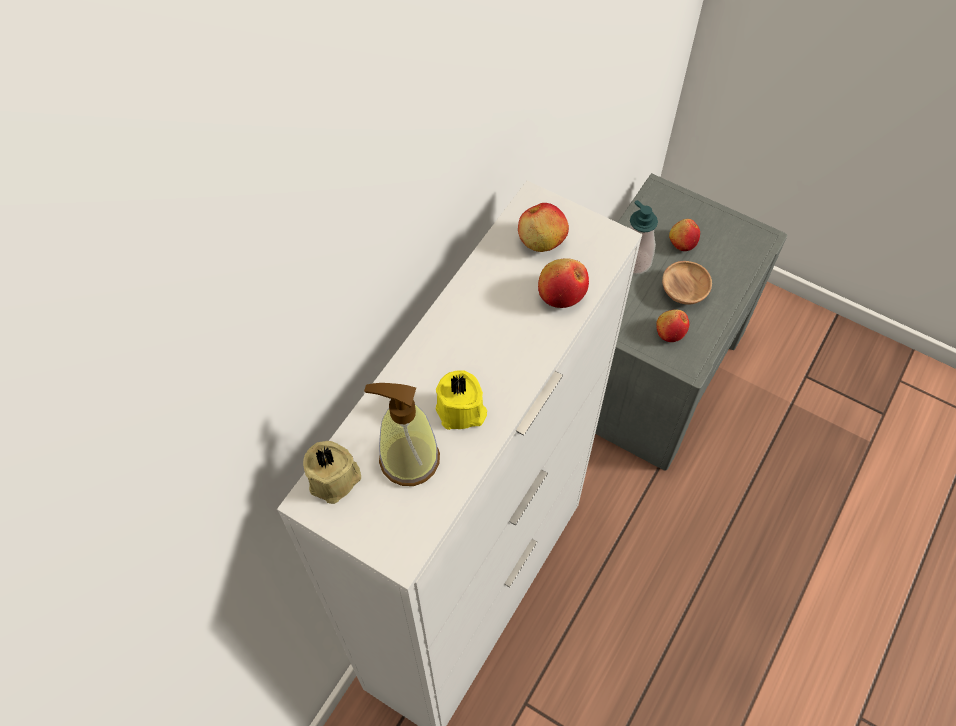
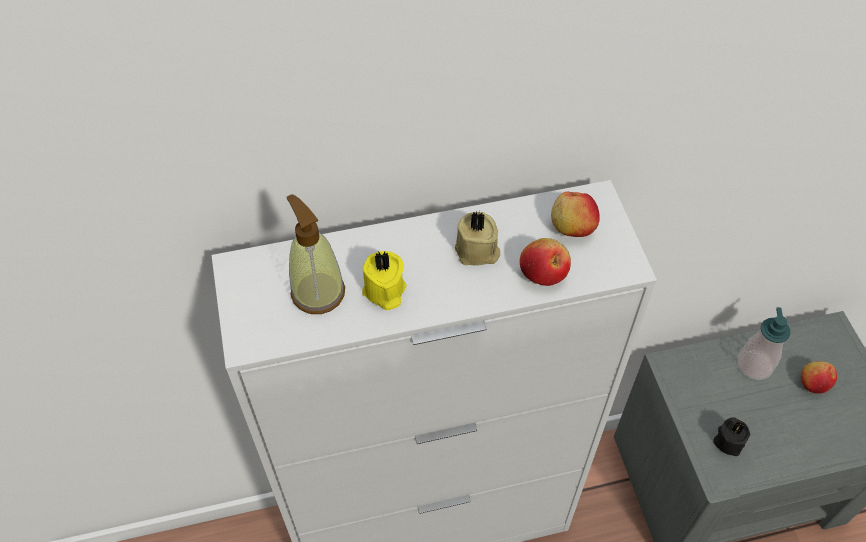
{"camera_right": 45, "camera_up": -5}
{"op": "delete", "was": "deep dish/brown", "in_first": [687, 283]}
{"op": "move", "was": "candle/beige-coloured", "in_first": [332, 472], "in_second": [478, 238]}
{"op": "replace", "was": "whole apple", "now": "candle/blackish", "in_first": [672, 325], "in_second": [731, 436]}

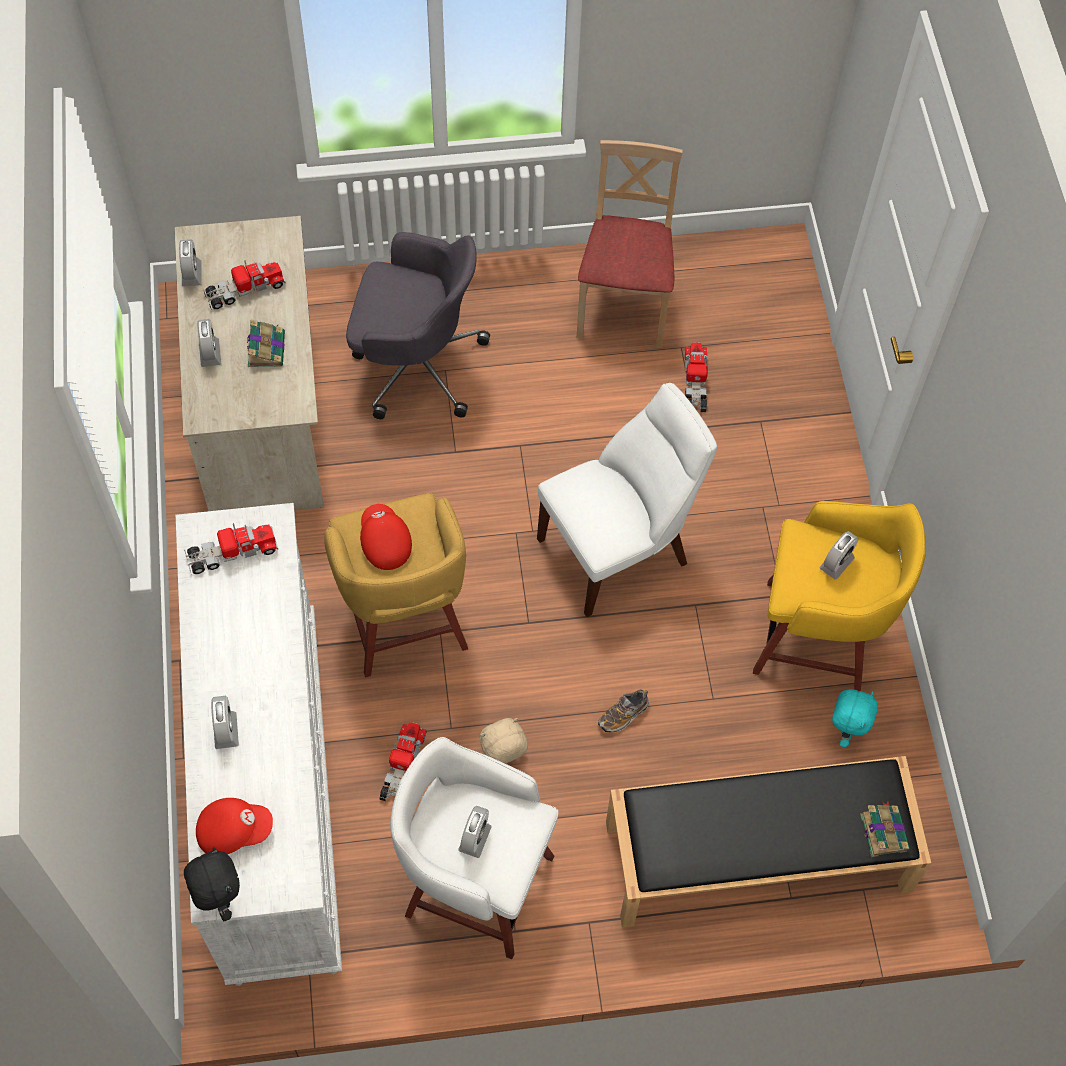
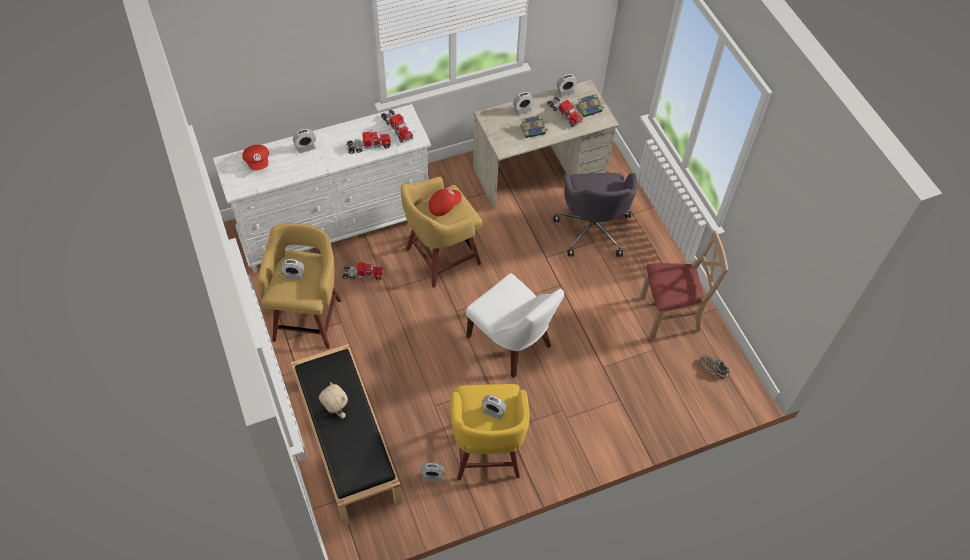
{"camera_right": 75, "camera_up": -5}
{"op": "delete", "was": "cuddly toy/blackish", "in_first": [212, 883]}
{"op": "move", "was": "cuddly toy/beige-coloured", "in_first": [504, 741], "in_second": [333, 400]}
{"op": "move", "was": "shoe", "in_first": [623, 711], "in_second": [715, 367]}
{"op": "move", "was": "model truck", "in_first": [696, 377], "in_second": [368, 142]}
{"op": "move", "was": "bound book", "in_first": [885, 829], "in_second": [589, 105]}
{"op": "replace", "was": "cuddly toy/turquoise", "now": "bedside clock", "in_first": [854, 718], "in_second": [433, 472]}
{"op": "recolor", "was": "sitting stool/white", "now": "sitting stool/yellowish", "in_first": [474, 848], "in_second": [300, 286]}

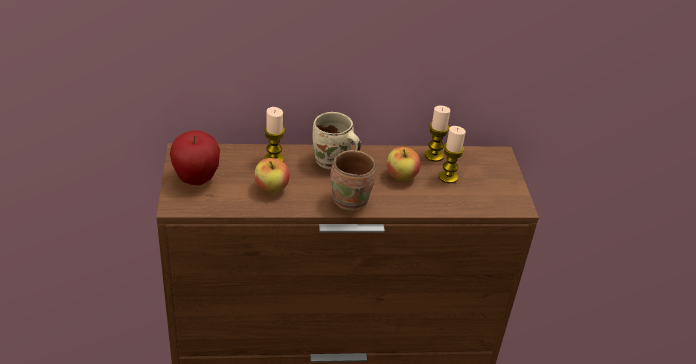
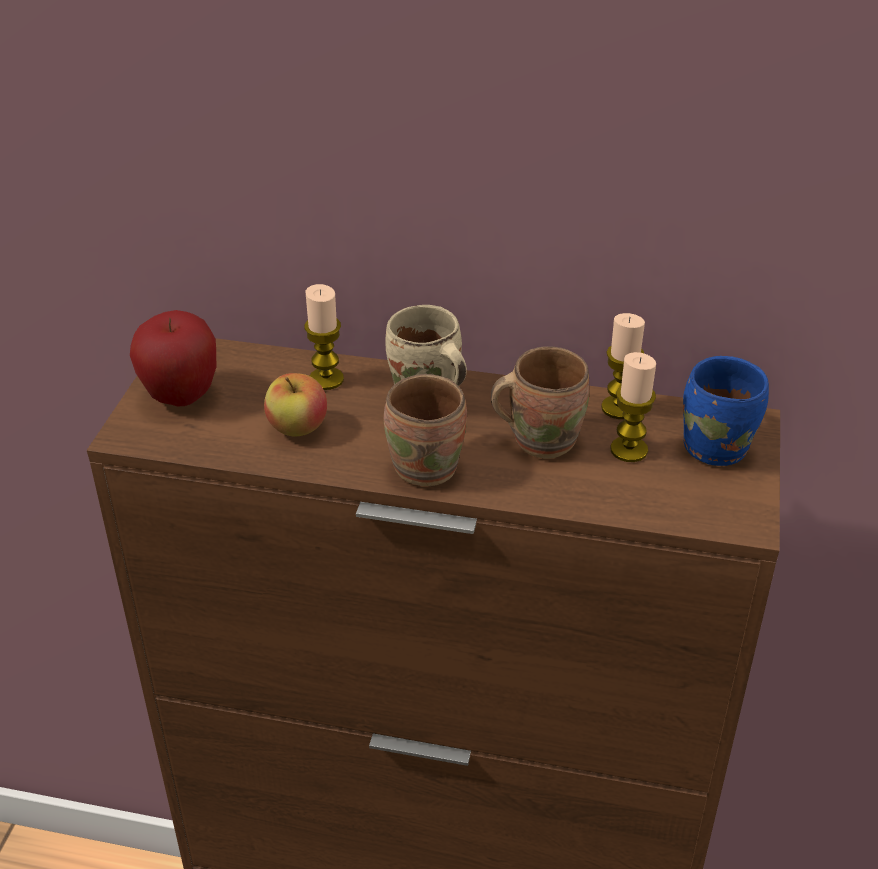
{"camera_right": 20, "camera_up": 0}
{"op": "insert", "now": "mug/bluish", "in_second": [726, 411]}
{"op": "replace", "was": "whole apple", "now": "mug/brown", "in_first": [404, 164], "in_second": [540, 402]}

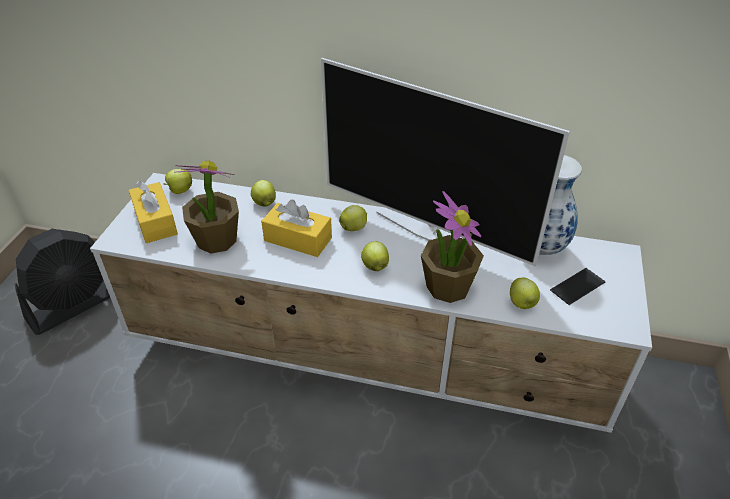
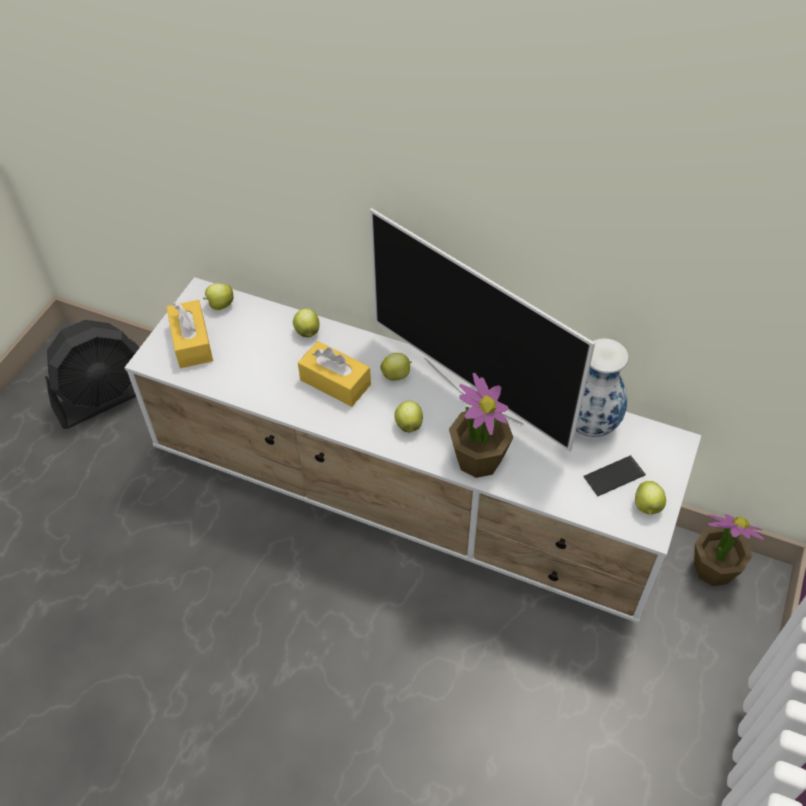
{"camera_right": 10, "camera_up": 10}
{"op": "move", "was": "potted plant", "in_first": [206, 207], "in_second": [729, 550]}
{"op": "move", "was": "whole apple", "in_first": [525, 293], "in_second": [650, 497]}

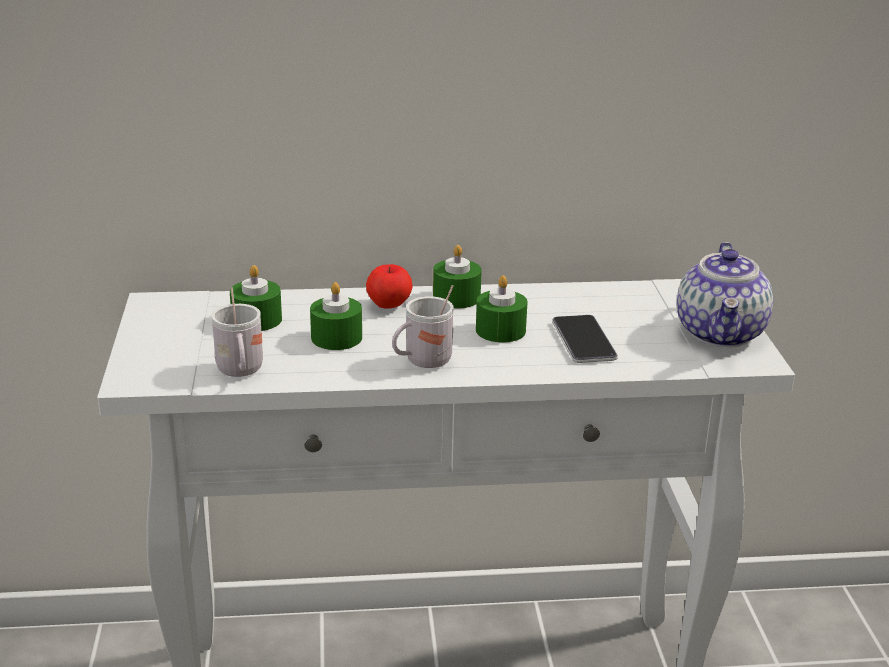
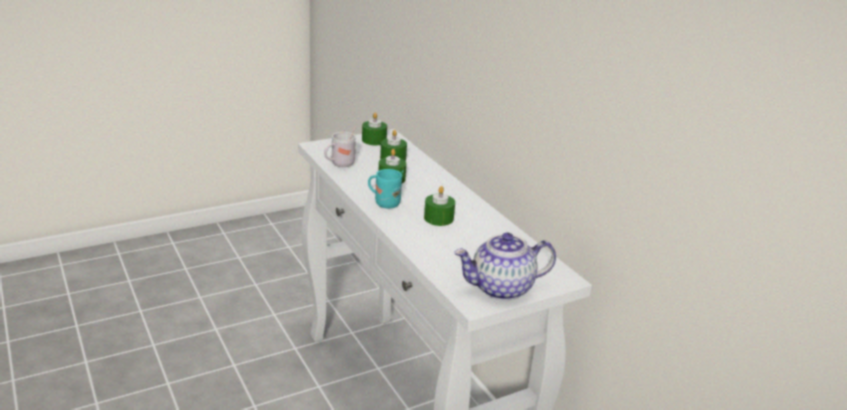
{"camera_right": 65, "camera_up": 0}
{"op": "delete", "was": "whole apple", "in_first": [389, 286]}
{"op": "delete", "was": "handset", "in_first": [585, 339]}
{"op": "move", "was": "candle/green", "in_first": [457, 276], "in_second": [374, 129]}
{"op": "recolor", "was": "mug/white", "now": "mug/turquoise", "in_first": [423, 326], "in_second": [385, 188]}

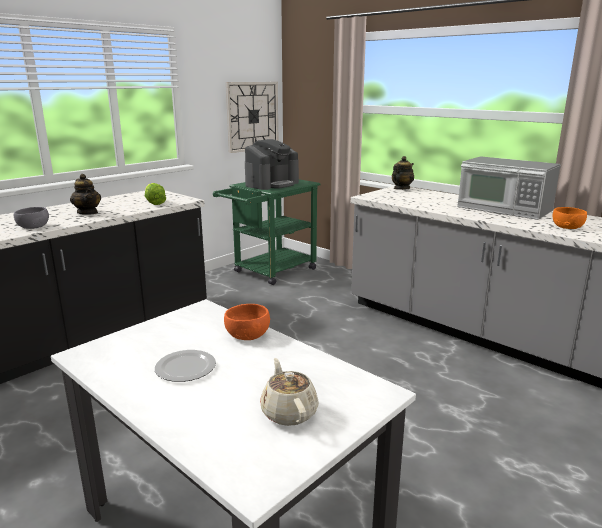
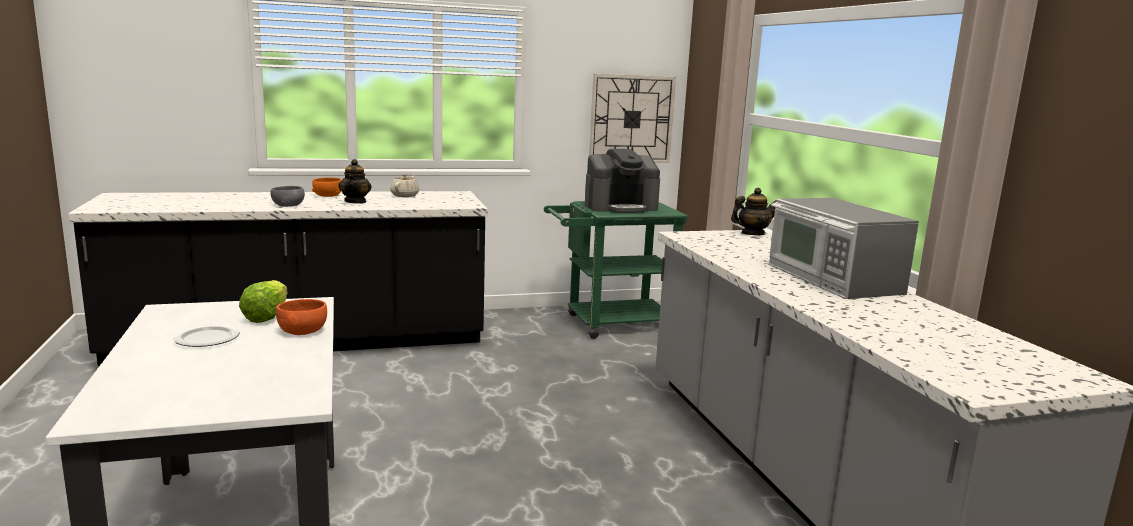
{"camera_right": 30, "camera_up": -5}
{"op": "move", "was": "head of lettuce", "in_first": [155, 194], "in_second": [263, 301]}
{"op": "move", "was": "teapot/beige-coloured", "in_first": [289, 392], "in_second": [404, 185]}
{"op": "move", "was": "deep dish/orangey", "in_first": [570, 218], "in_second": [326, 187]}

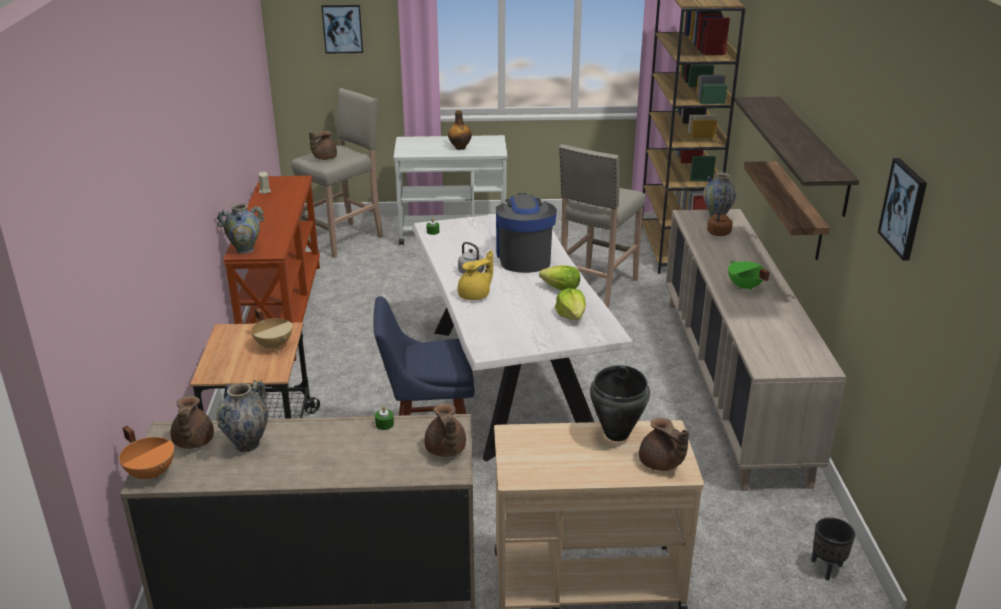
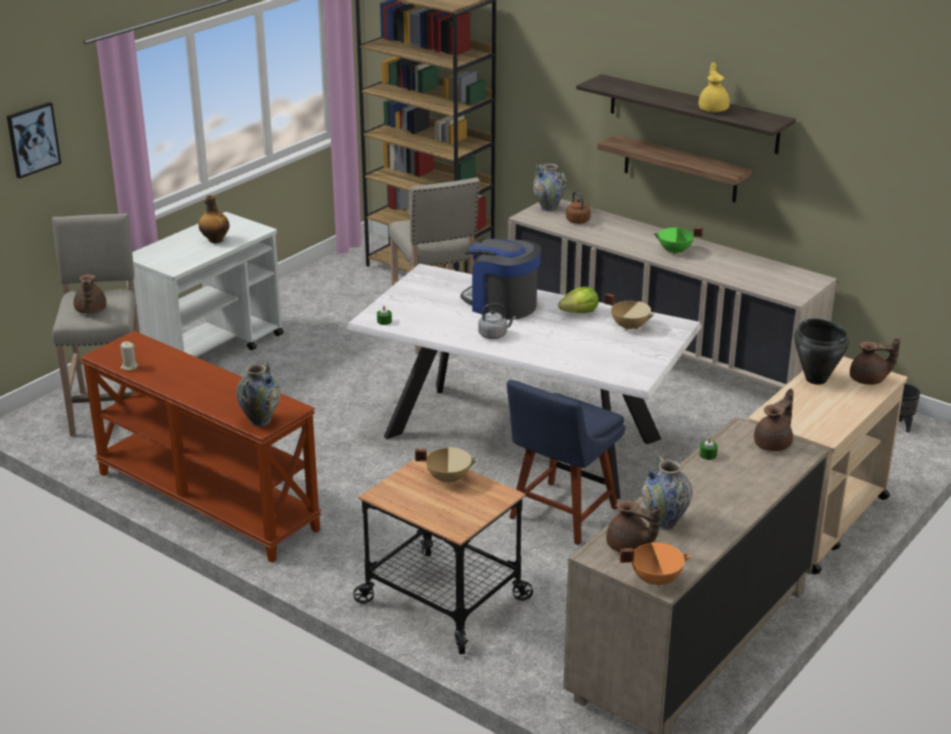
{"camera_right": -50, "camera_up": 0}
{"op": "delete", "was": "wall picture", "in_first": [902, 209]}
{"op": "move", "was": "teapot/yellowish", "in_first": [475, 275], "in_second": [714, 87]}
{"op": "replace", "was": "head of lettuce", "now": "cooking pot/beige-coloured", "in_first": [570, 304], "in_second": [629, 312]}
{"op": "rotate", "was": "teapot/brown", "in_first": [445, 430], "in_second": [774, 419], "clockwise": -75}

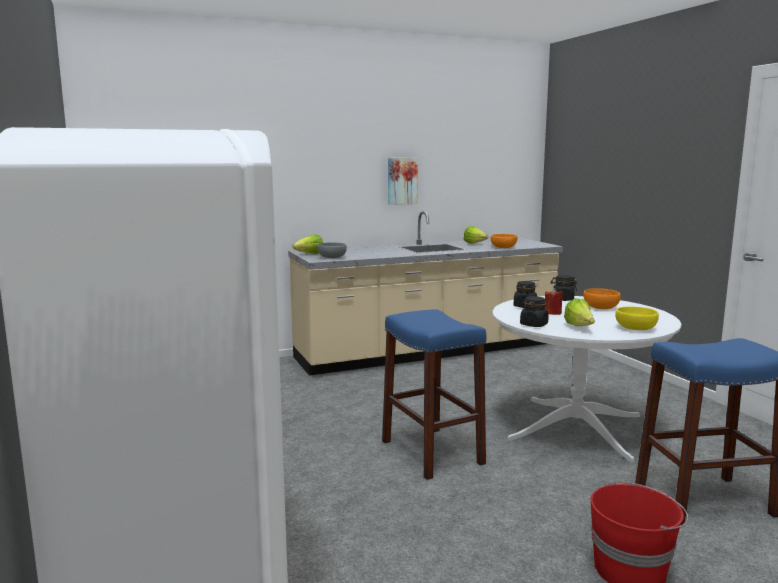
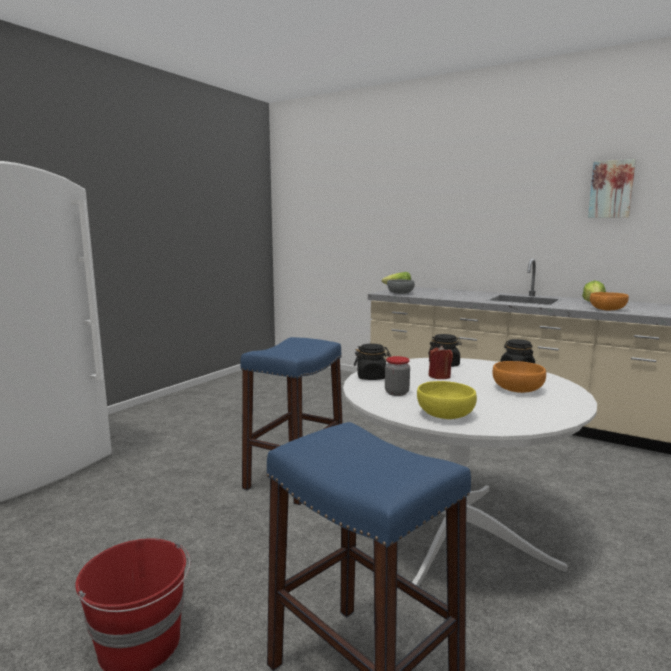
{"camera_right": 55, "camera_up": 0}
{"op": "move", "was": "wall picture", "in_first": [403, 181], "in_second": [612, 188]}
{"op": "replace", "was": "head of lettuce", "now": "storage jar", "in_first": [579, 312], "in_second": [397, 376]}

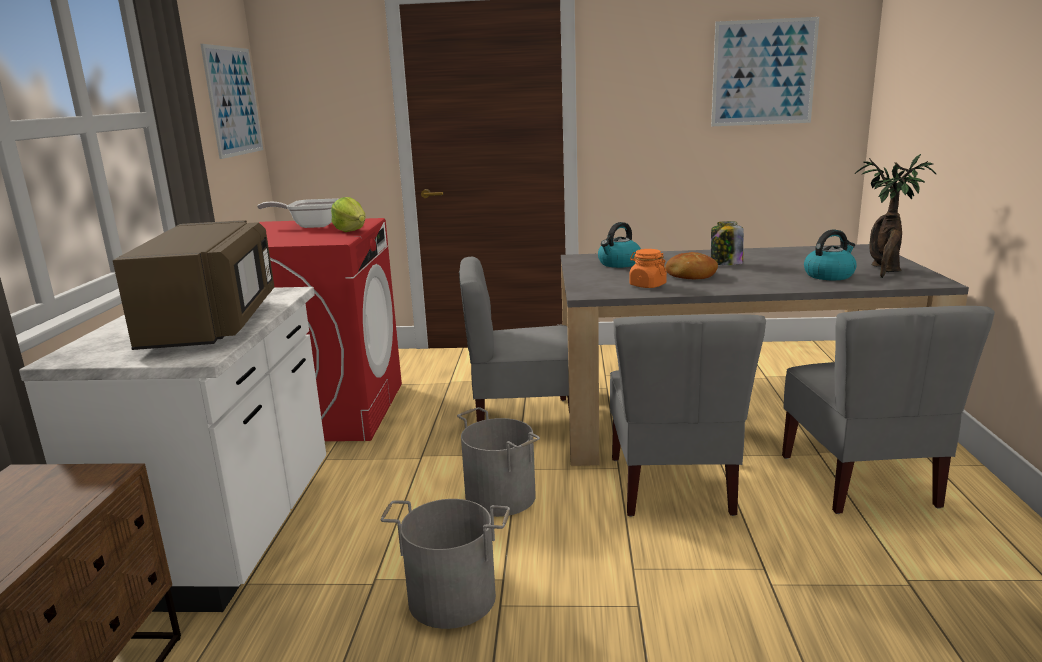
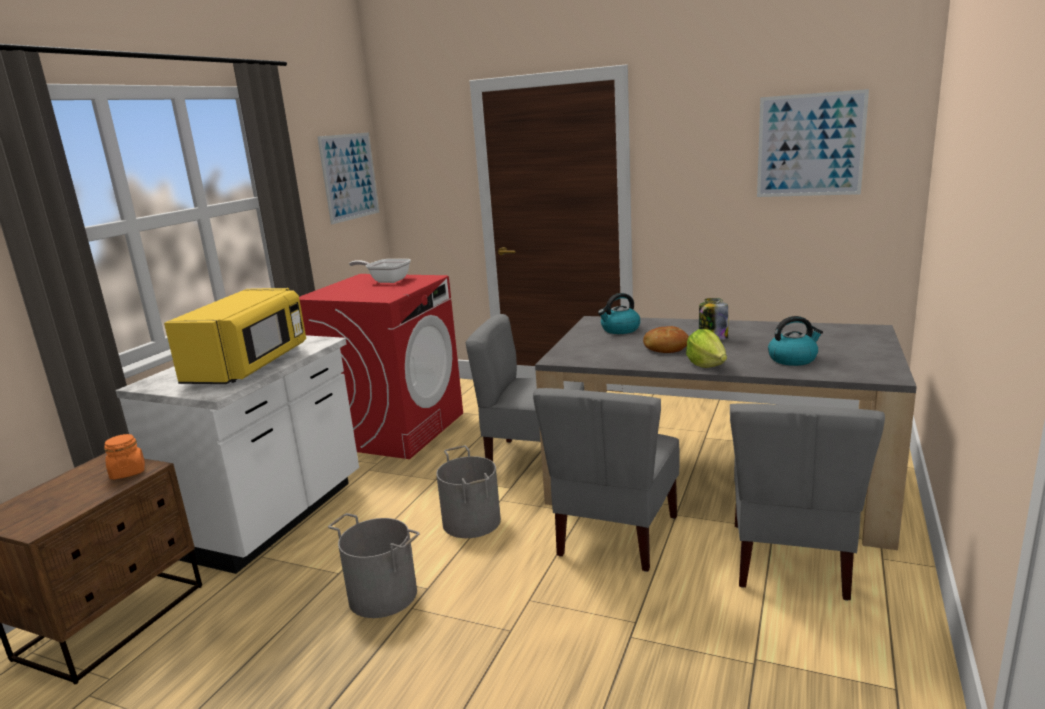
{"camera_right": 20, "camera_up": 0}
{"op": "delete", "was": "potted plant", "in_first": [895, 216]}
{"op": "move", "was": "head of lettuce", "in_first": [348, 214], "in_second": [706, 348]}
{"op": "move", "was": "storage jar/orangey", "in_first": [648, 268], "in_second": [124, 457]}
{"op": "recolor", "was": "microwave oven/brown", "now": "microwave oven/yellowish", "in_first": [193, 285], "in_second": [235, 336]}

